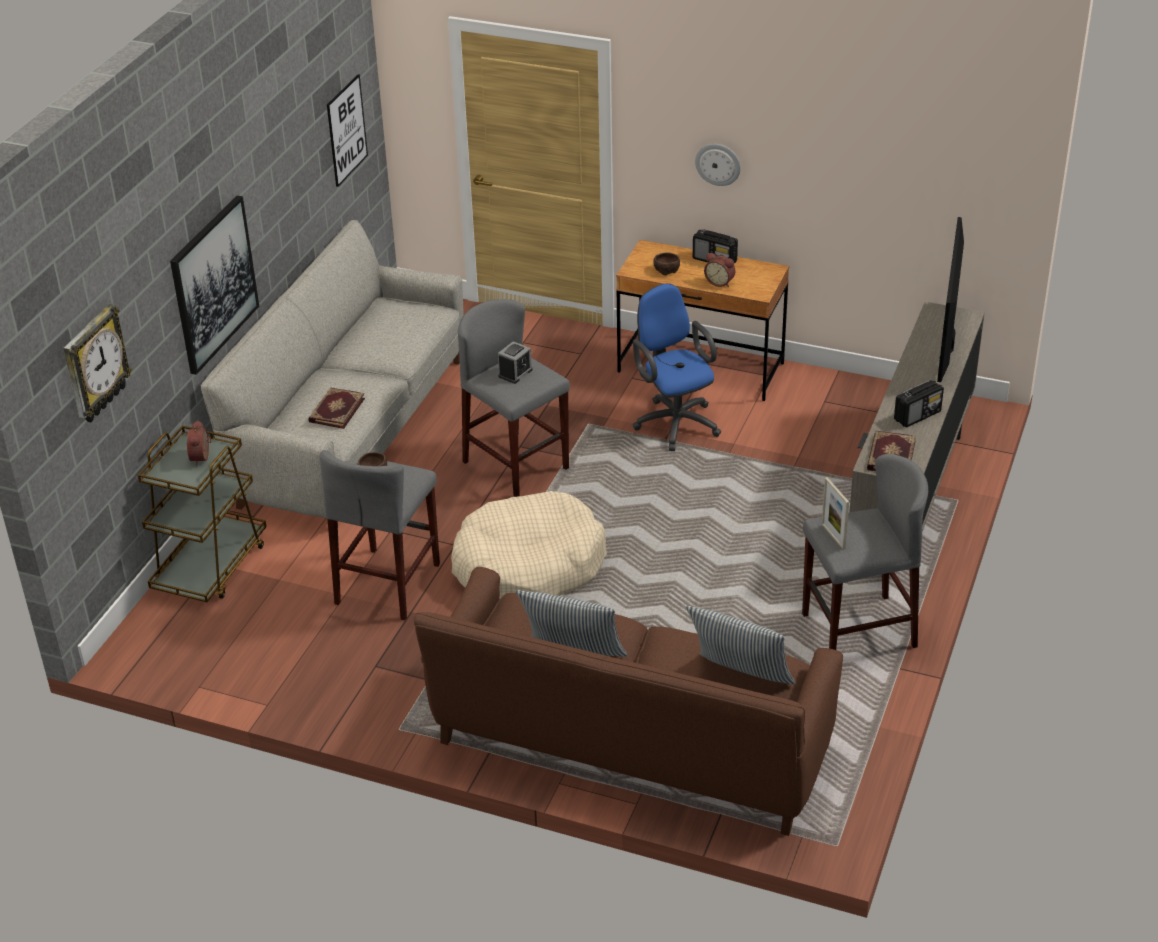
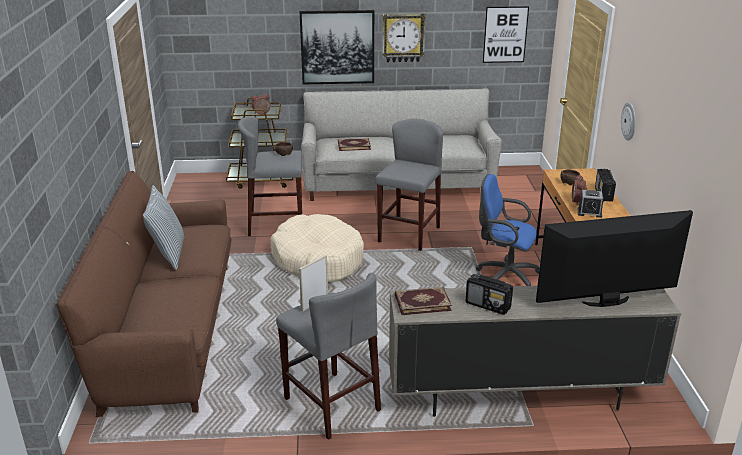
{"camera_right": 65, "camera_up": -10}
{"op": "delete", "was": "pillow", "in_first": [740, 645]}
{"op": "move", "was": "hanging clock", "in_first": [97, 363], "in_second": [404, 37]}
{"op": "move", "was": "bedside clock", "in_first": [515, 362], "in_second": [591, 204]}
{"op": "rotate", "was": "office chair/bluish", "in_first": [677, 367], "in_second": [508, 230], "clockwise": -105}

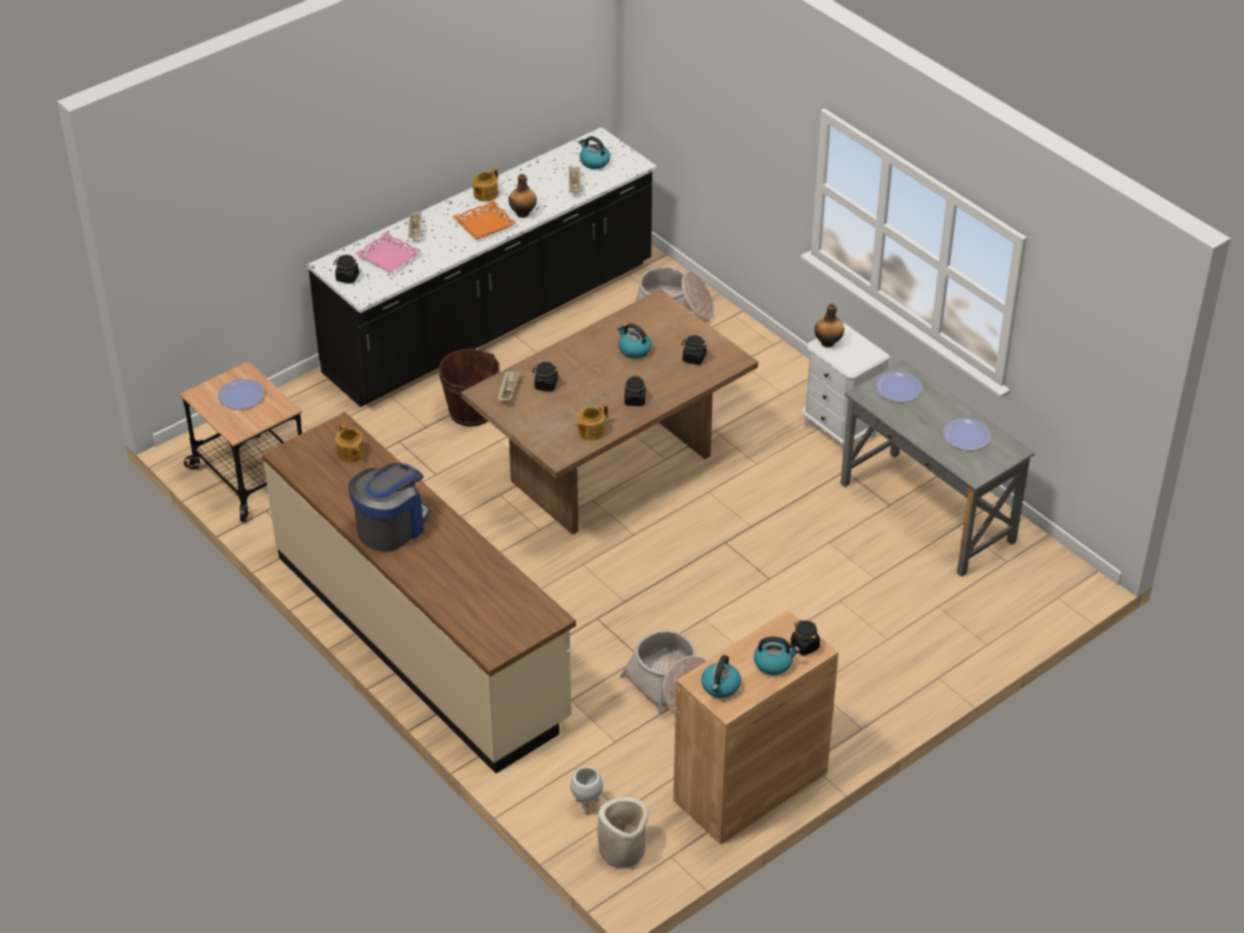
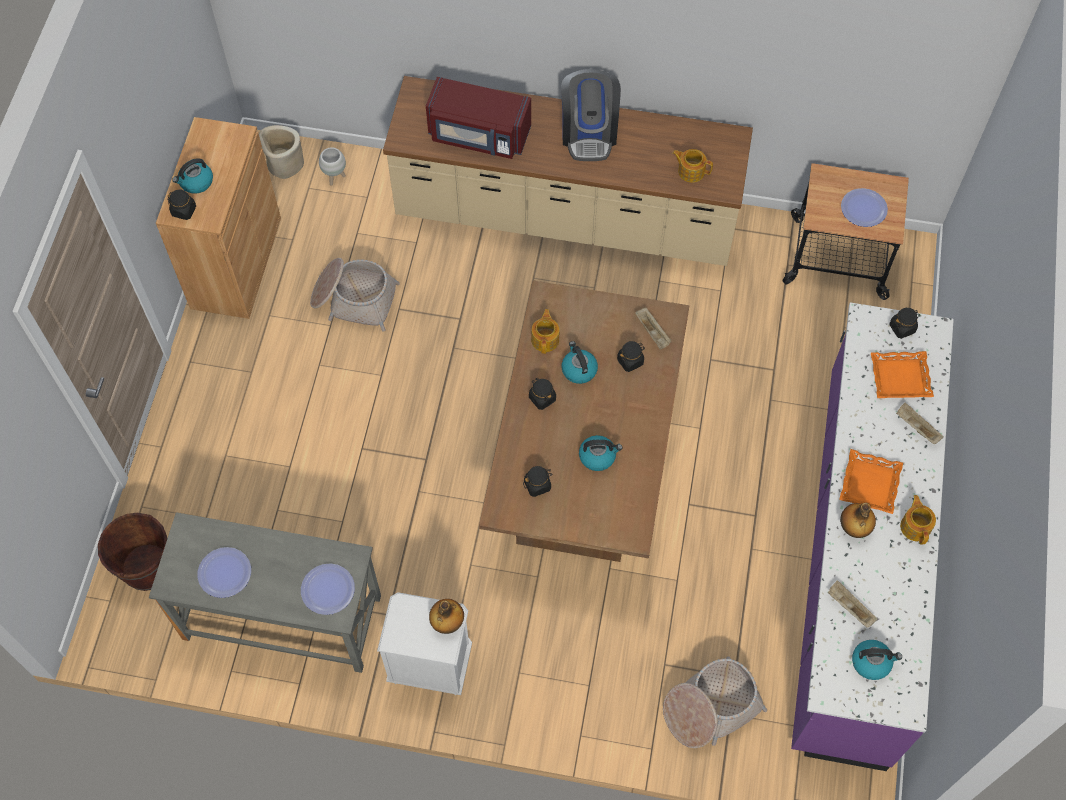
{"camera_right": 140, "camera_up": 20}
{"op": "insert", "now": "microwave oven/reddish", "in_second": [478, 118]}
{"op": "move", "was": "pail/brown", "in_first": [469, 388], "in_second": [132, 552]}
{"op": "move", "was": "water kettle", "in_first": [721, 676], "in_second": [580, 362]}
{"op": "recolor", "was": "kitchen counter/blackish", "now": "kitchen counter/purplish", "in_first": [482, 267], "in_second": [872, 536]}
{"op": "recolor", "was": "carrying tray/pinkish", "now": "carrying tray/orangey", "in_first": [388, 252], "in_second": [902, 374]}

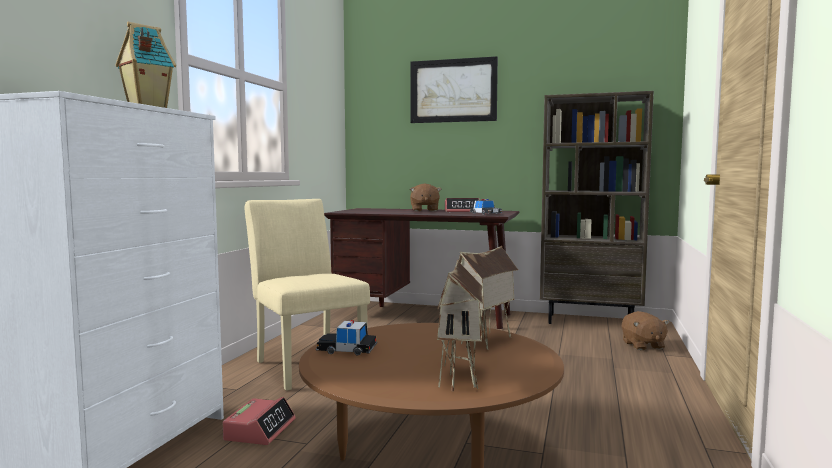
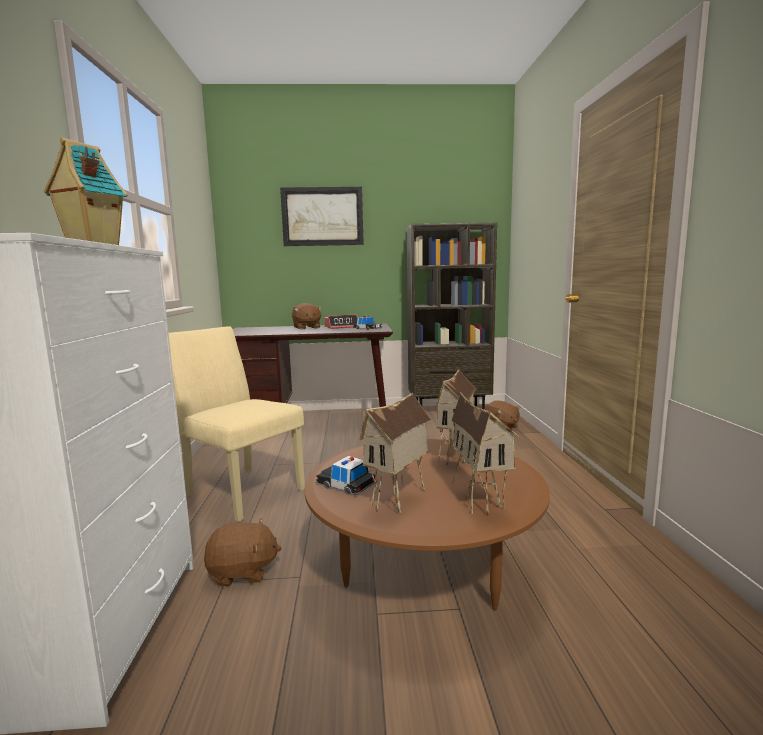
{"camera_right": -20, "camera_up": 5}
{"op": "insert", "now": "model house", "in_second": [395, 453]}
{"op": "replace", "was": "bedside clock", "now": "cuddly toy/brown", "in_first": [259, 421], "in_second": [242, 552]}
{"op": "rotate", "was": "toy car", "in_first": [347, 338], "in_second": [346, 475], "clockwise": 45}

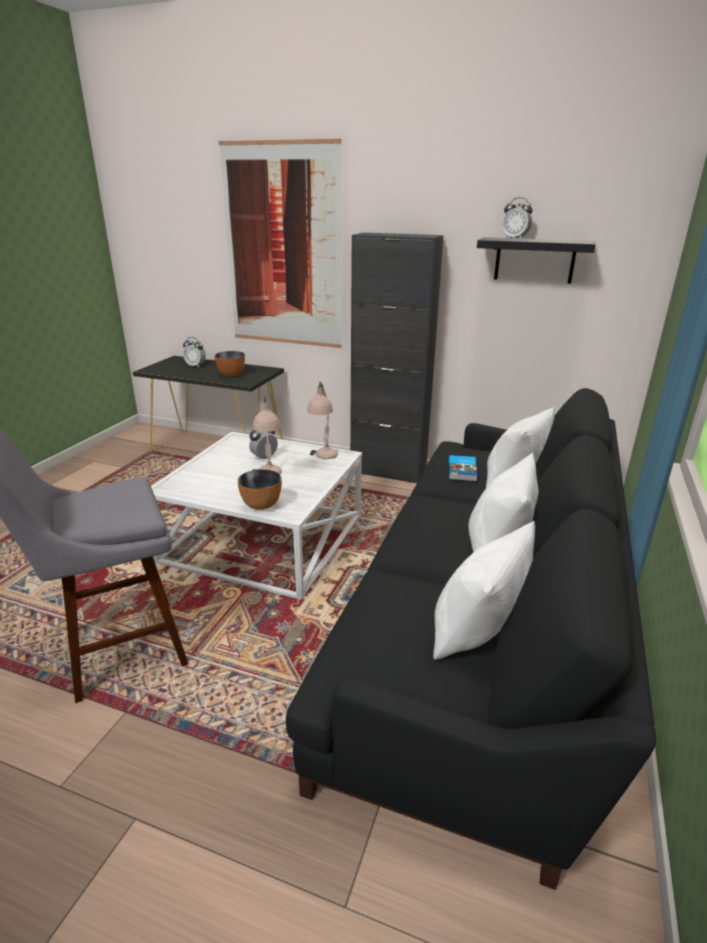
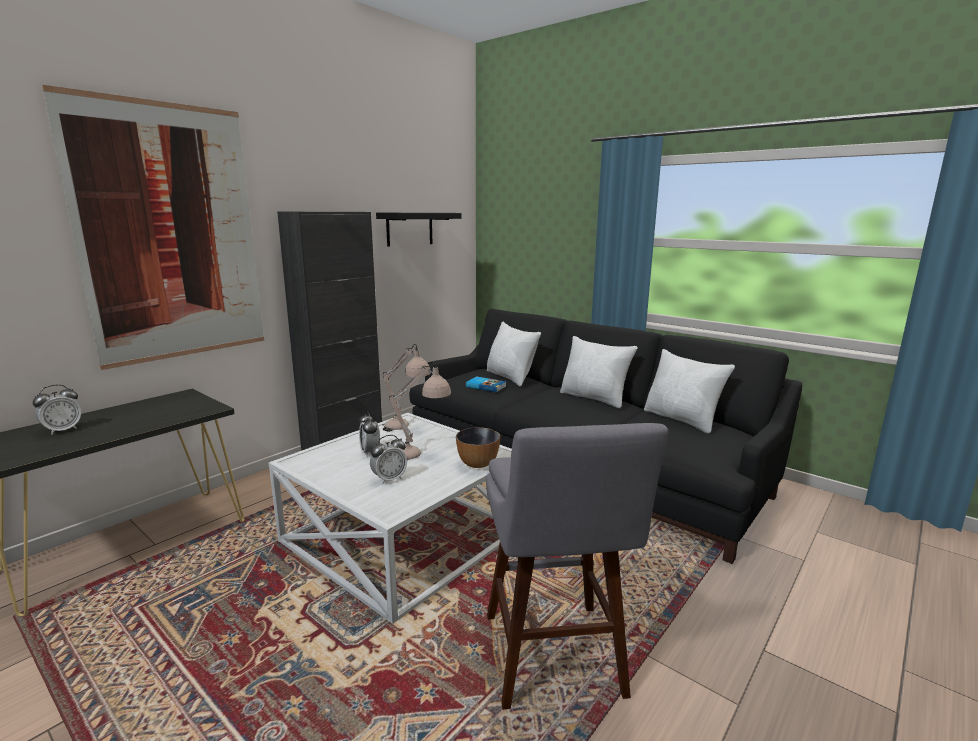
{"camera_right": -70, "camera_up": -10}
{"op": "delete", "was": "deep dish", "in_first": [229, 364]}
{"op": "move", "was": "bedside clock", "in_first": [517, 218], "in_second": [388, 459]}

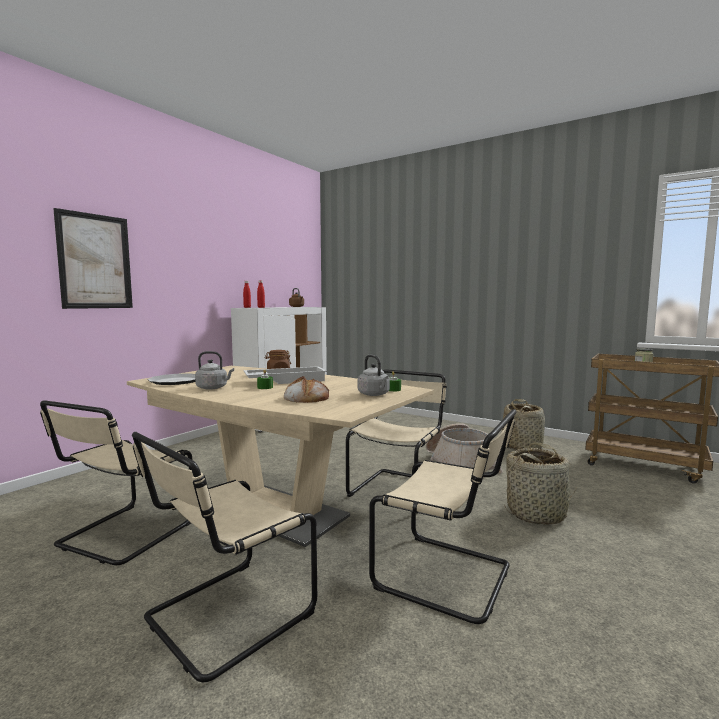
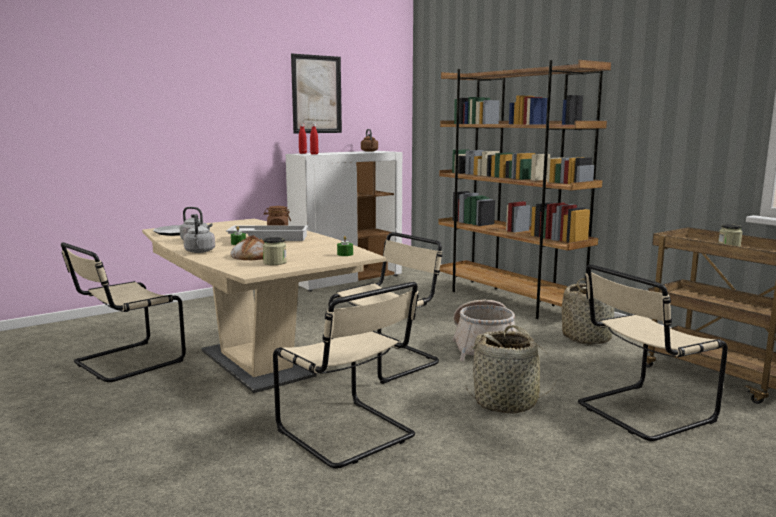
{"camera_right": 20, "camera_up": 5}
{"op": "insert", "now": "storage jar", "in_second": [275, 251]}
{"op": "insert", "now": "shelving unit/brown", "in_second": [524, 189]}
{"op": "move", "was": "wall picture", "in_first": [93, 258], "in_second": [316, 93]}
{"op": "move", "was": "chair/beige-coloured", "in_first": [224, 557], "in_second": [653, 352]}
{"op": "move", "was": "water kettle/grey", "in_first": [374, 375], "in_second": [199, 233]}

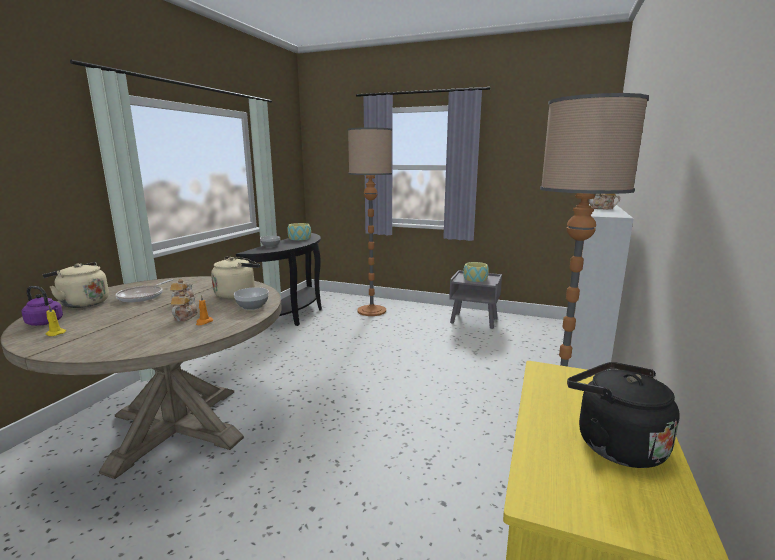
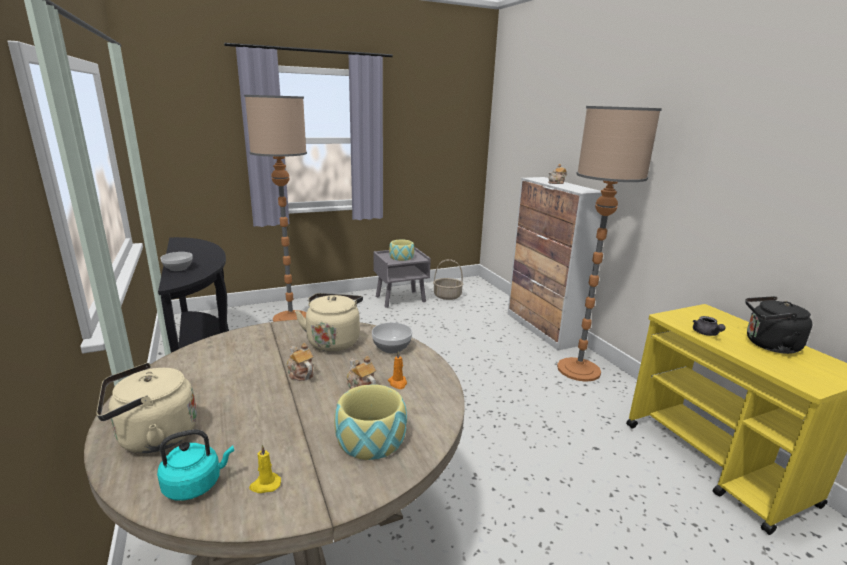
{"camera_right": -45, "camera_up": 5}
{"op": "delete", "was": "pan", "in_first": [144, 290]}
{"op": "insert", "now": "storage basket", "in_second": [448, 279]}
{"op": "insert", "now": "teapot/grey", "in_second": [709, 326]}
{"op": "move", "was": "deep dish", "in_first": [299, 231], "in_second": [370, 422]}
{"op": "recolor", "was": "water kettle/purplish", "now": "water kettle/turquoise", "in_first": [42, 306], "in_second": [195, 465]}

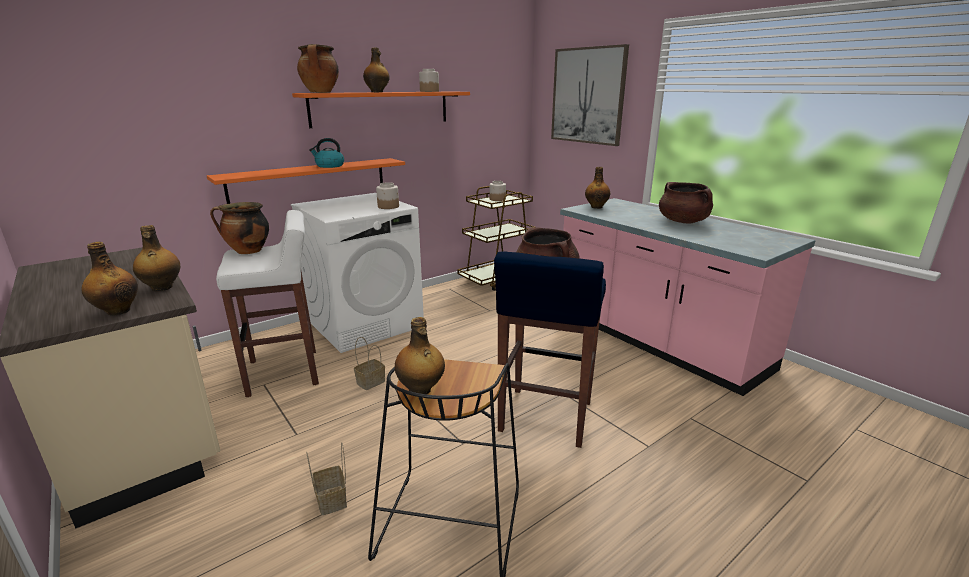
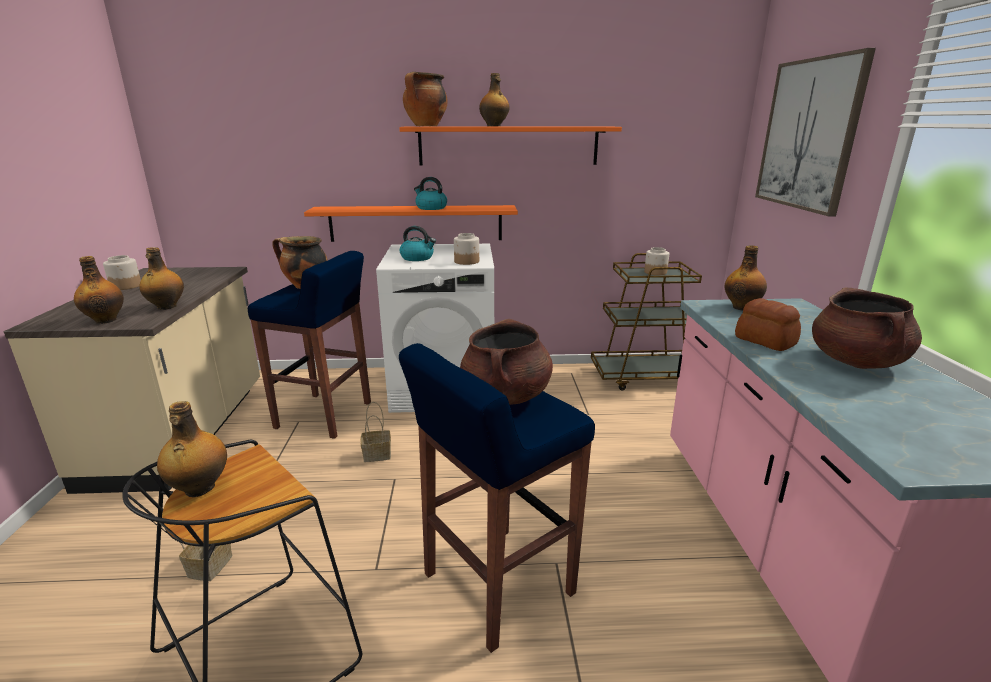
{"camera_right": 35, "camera_up": 0}
{"op": "insert", "now": "water kettle", "in_second": [418, 243]}
{"op": "insert", "now": "bakery bread", "in_second": [768, 324]}
{"op": "move", "was": "storage jar", "in_first": [429, 80], "in_second": [122, 272]}
{"op": "recolor", "was": "sitting stool/white", "now": "sitting stool/bluish", "in_first": [267, 303], "in_second": [309, 345]}

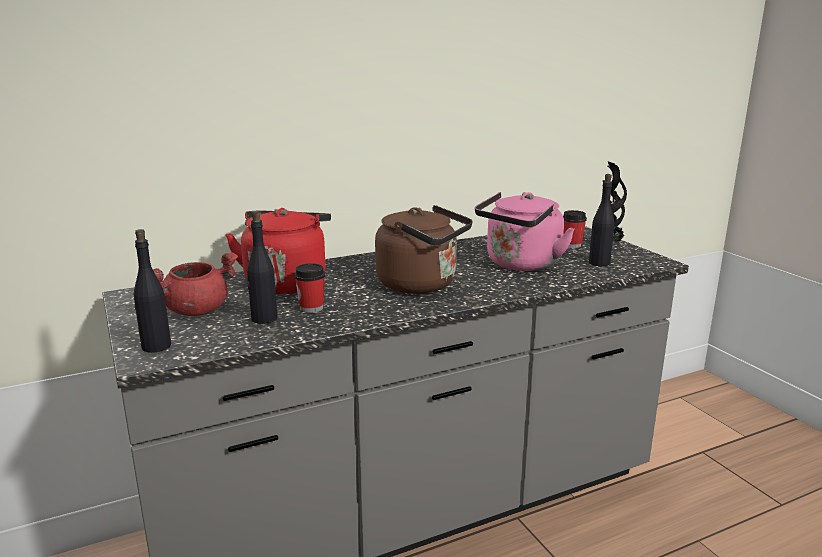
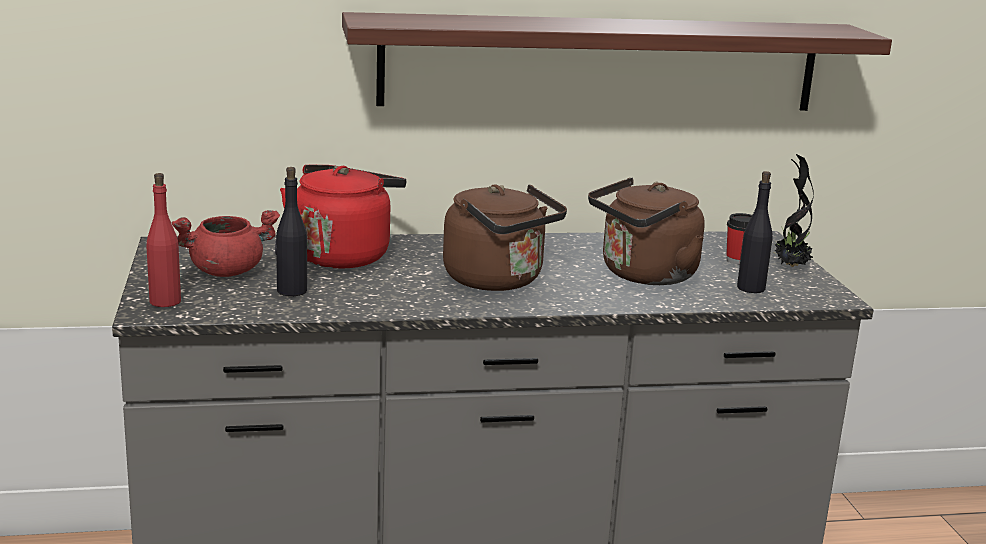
{"camera_right": 15, "camera_up": 0}
{"op": "delete", "was": "drinking cup", "in_first": [309, 288]}
{"op": "insert", "now": "bracket shelf", "in_second": [617, 61]}
{"op": "recolor", "was": "drink bottle/blackish", "now": "drink bottle/reddish", "in_first": [152, 291], "in_second": [164, 240]}
{"op": "recolor", "was": "water kettle/pinkish", "now": "water kettle/brown", "in_first": [525, 231], "in_second": [646, 231]}

